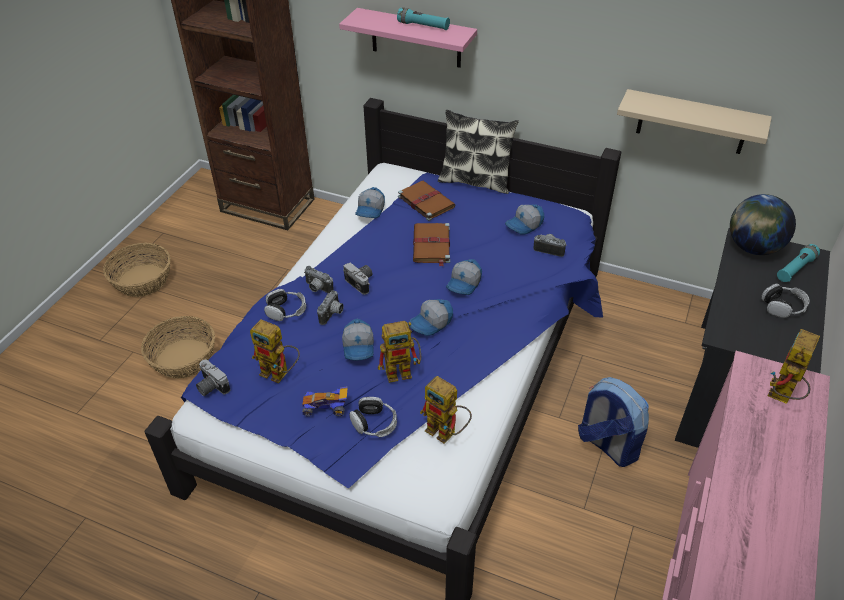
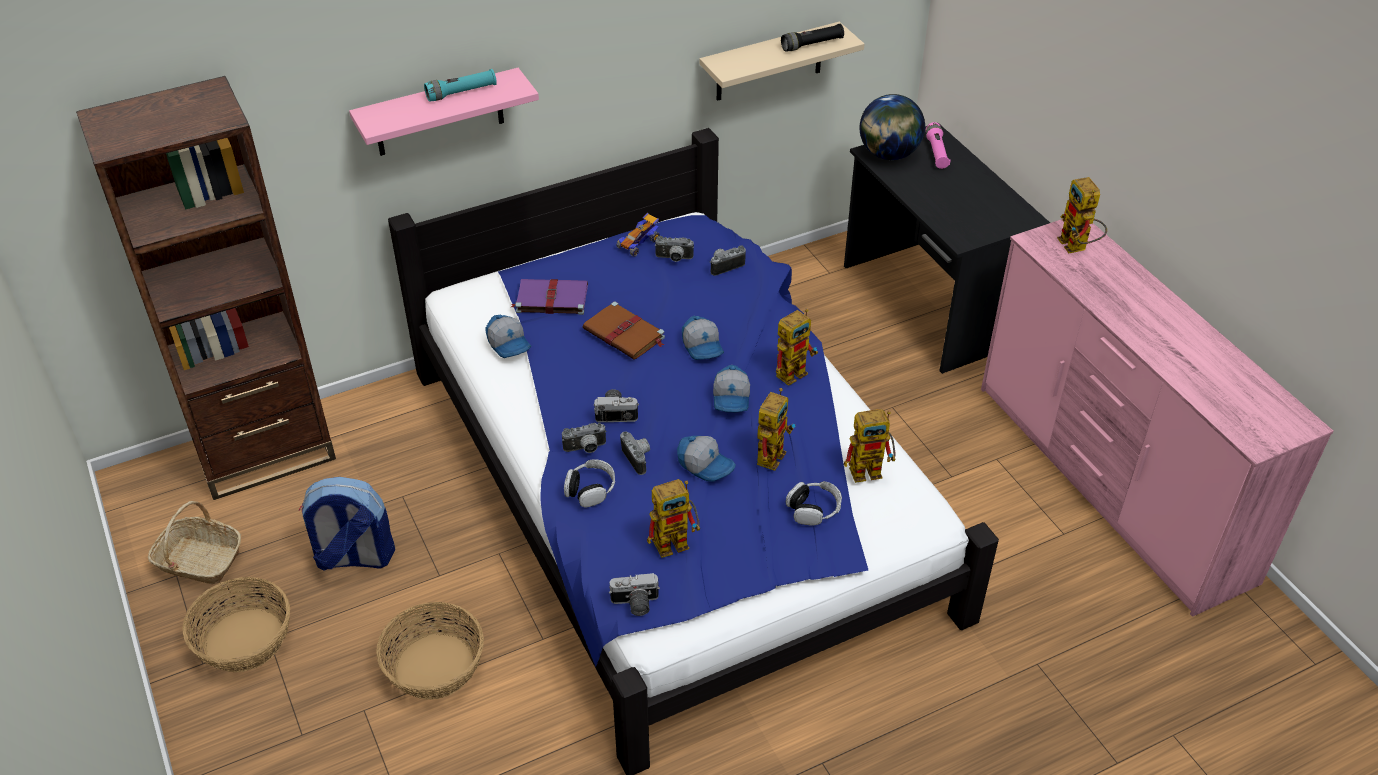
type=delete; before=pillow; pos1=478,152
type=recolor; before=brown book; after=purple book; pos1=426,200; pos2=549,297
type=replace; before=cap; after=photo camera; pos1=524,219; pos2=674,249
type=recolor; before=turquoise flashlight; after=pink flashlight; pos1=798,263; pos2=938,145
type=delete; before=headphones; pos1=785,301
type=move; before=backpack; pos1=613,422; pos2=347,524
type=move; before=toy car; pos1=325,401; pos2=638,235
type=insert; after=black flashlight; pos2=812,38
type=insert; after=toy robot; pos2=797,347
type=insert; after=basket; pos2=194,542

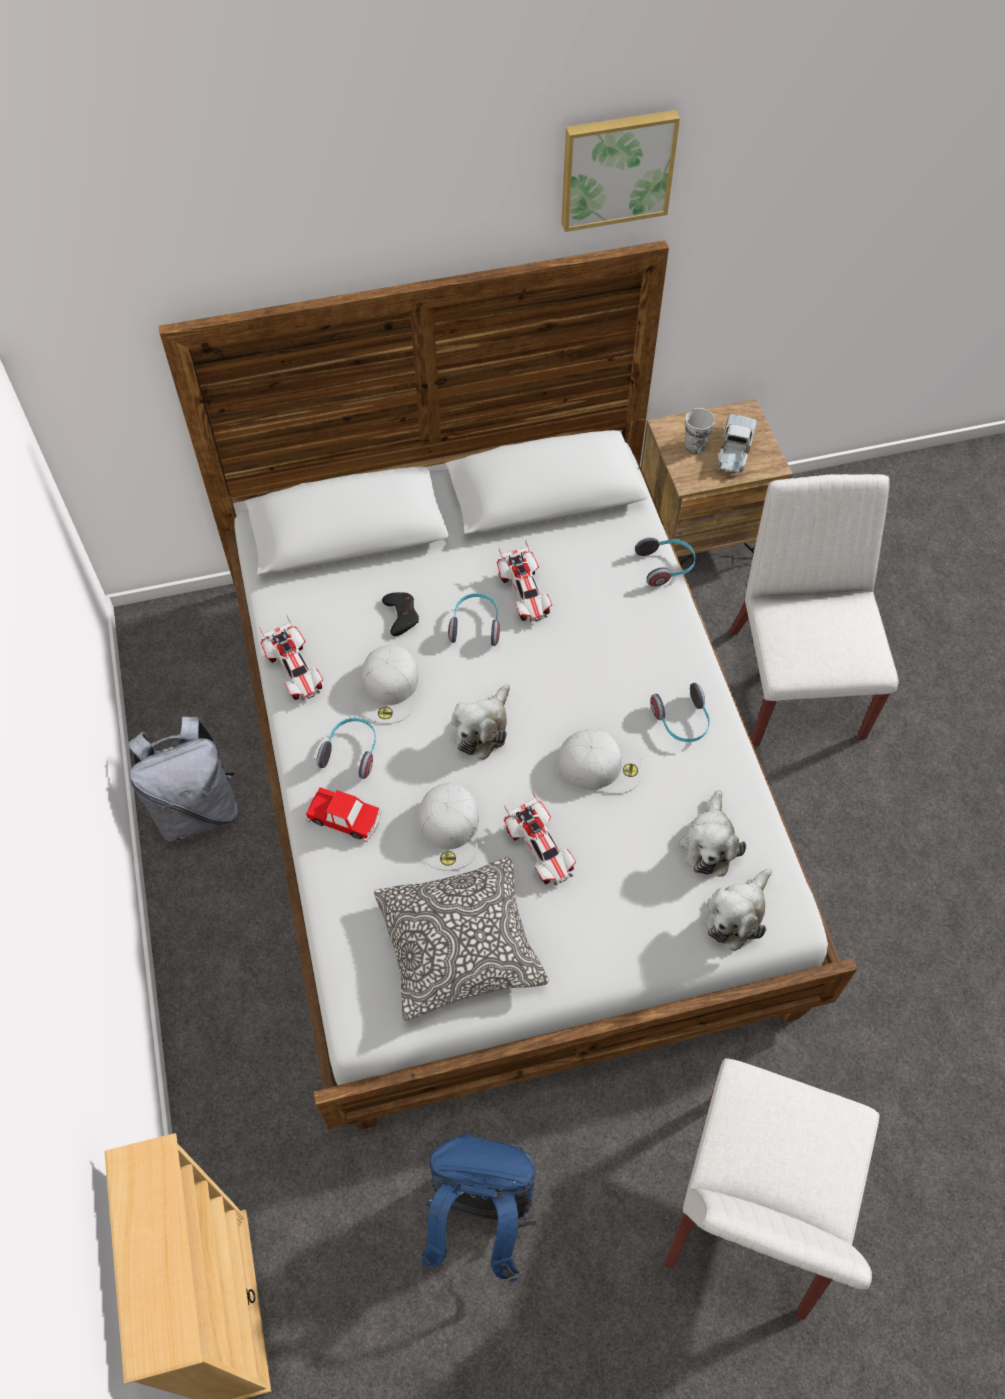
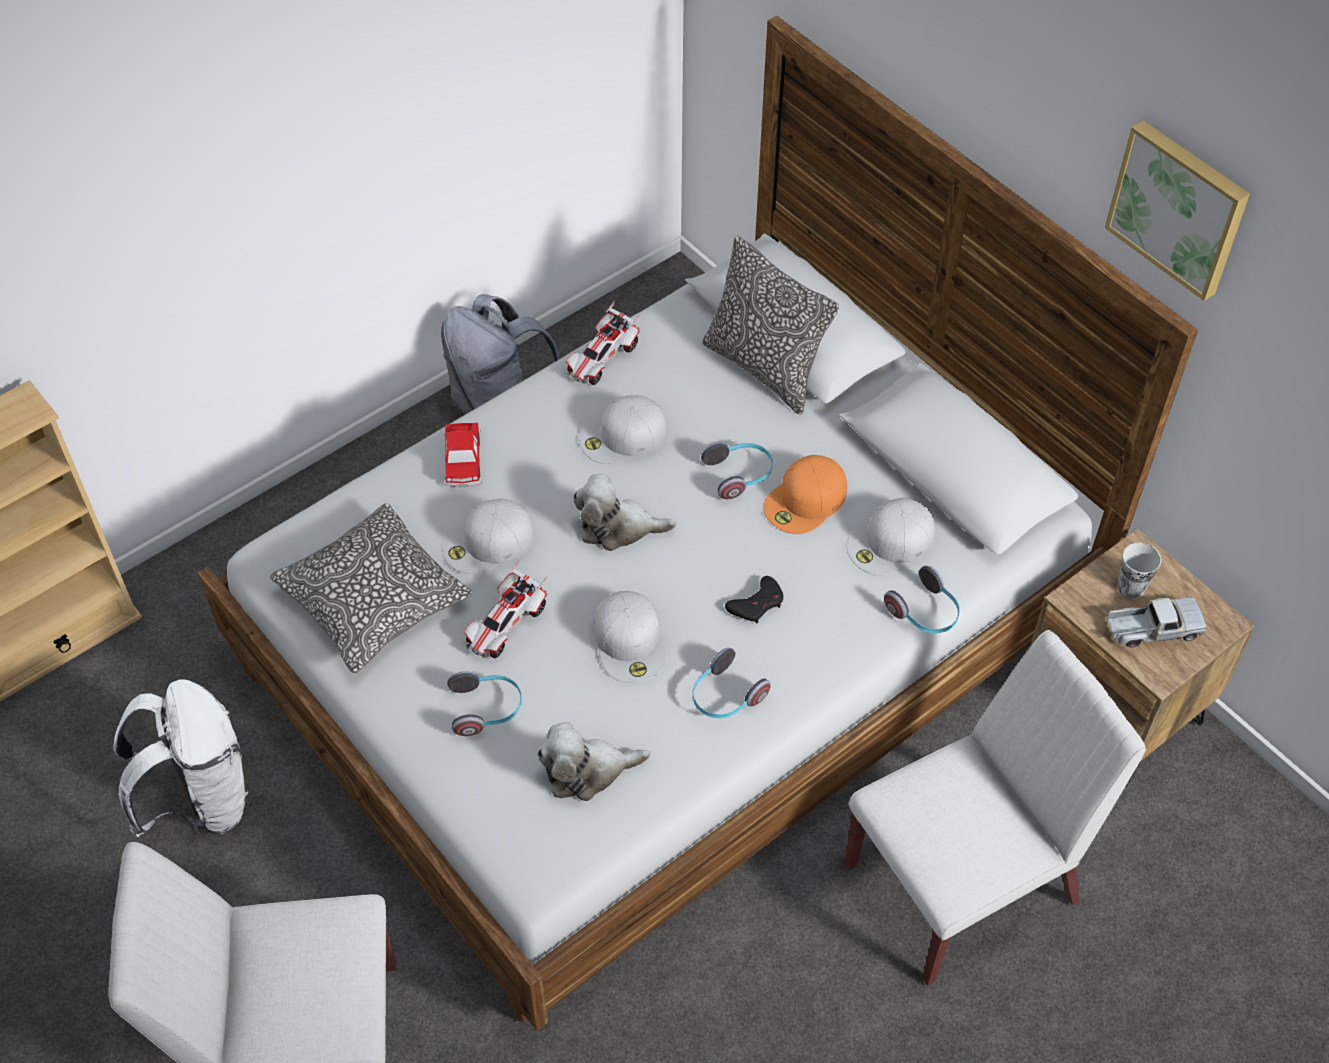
type=replace; before=toy car; after=orange cap; pos1=524,581; pos2=805,494
type=move; before=black game controller; pos1=400,614; pos2=754,600
type=move; before=headphones; pos1=346,748; pos2=484,703
type=delete; before=plush toy; pos1=739,910
type=recolor; before=blue backpack; after=white backpack; pos1=479,1208; pos2=180,758
type=insert; after=pillow; pos2=771,324
type=insert; after=white cap; pos2=891,537

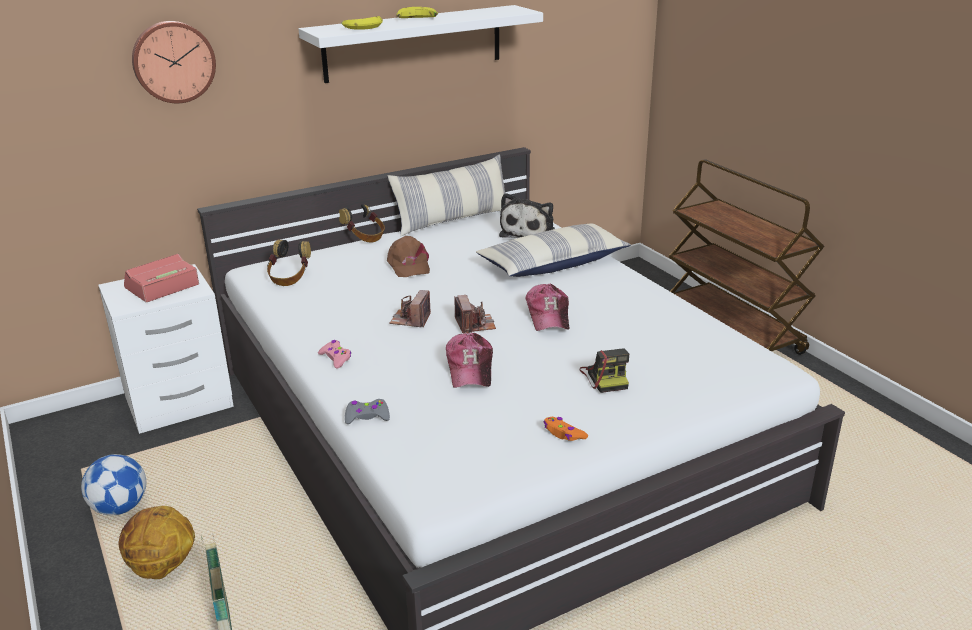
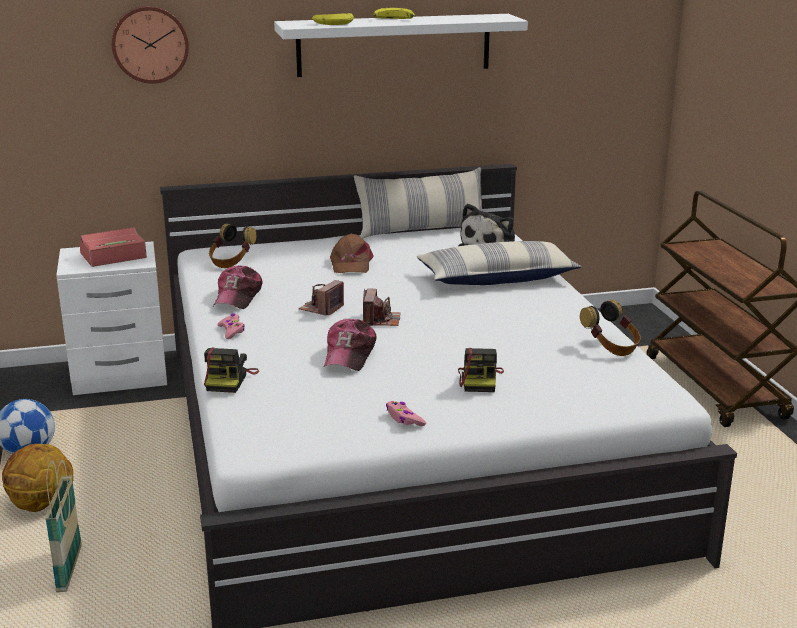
type=move; before=headphones; pos1=362,223; pos2=610,327
type=move; before=cap; pos1=547,307; pos2=237,287
type=replace; before=grey game controller; after=photo camera; pos1=367,411; pos2=231,370
type=recolor; before=orange game controller; after=pink game controller; pos1=565,429; pos2=406,413

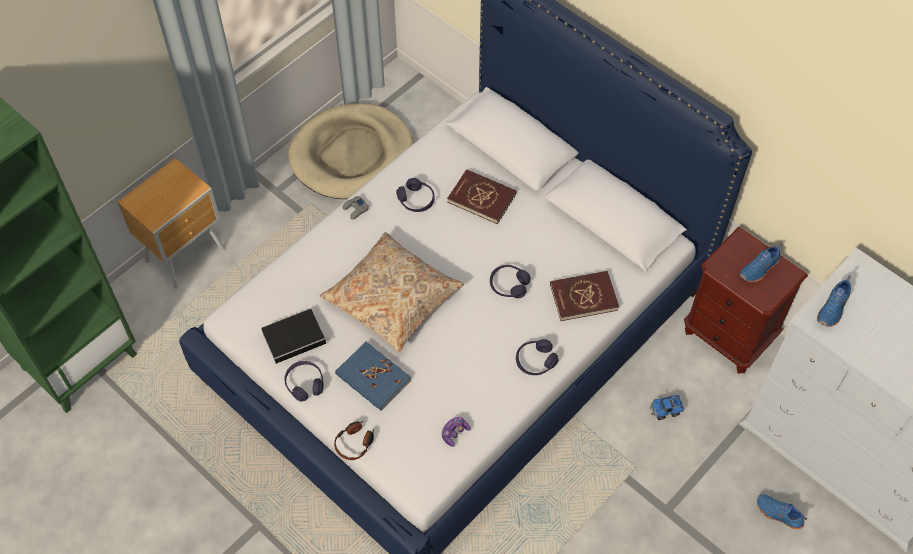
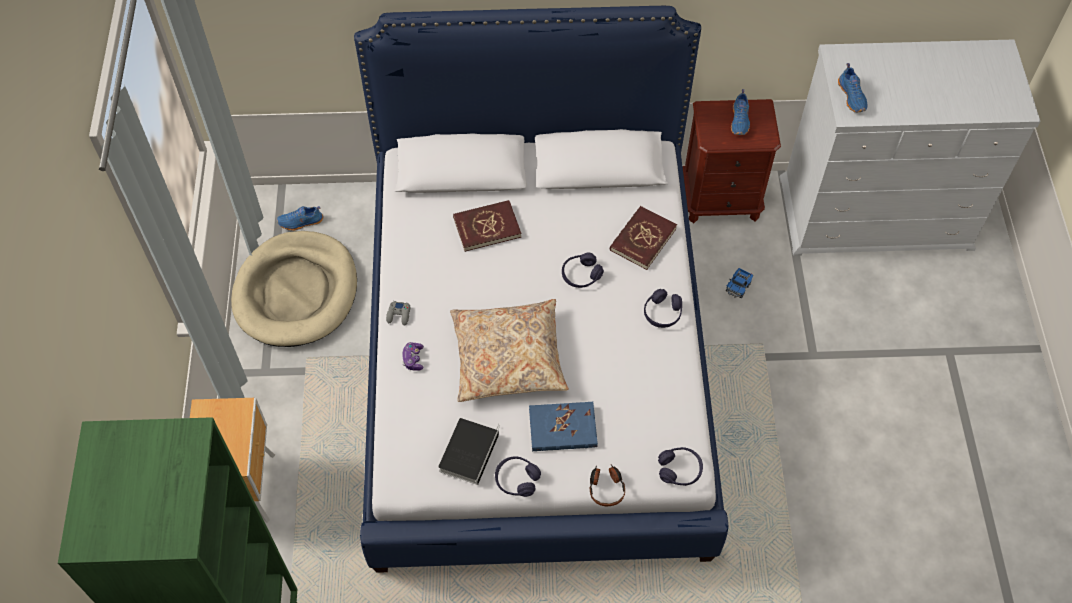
type=move; before=purple headphones; pos1=415,195; pos2=680,466
type=move; before=game controller; pos1=456,432; pos2=413,356
type=move; before=blue shoe; pos1=782,511; pos2=300,218

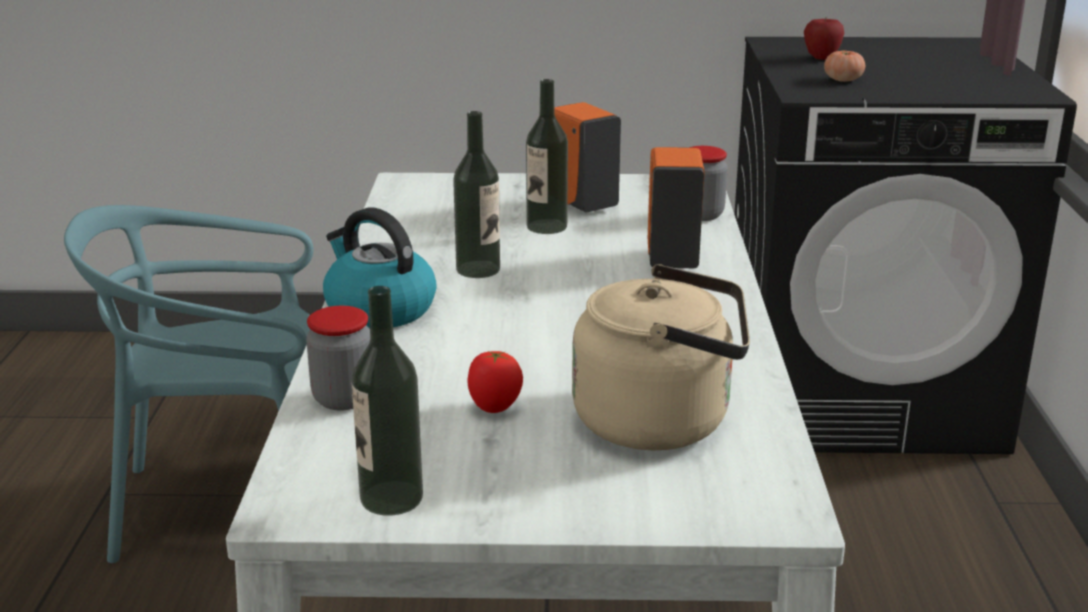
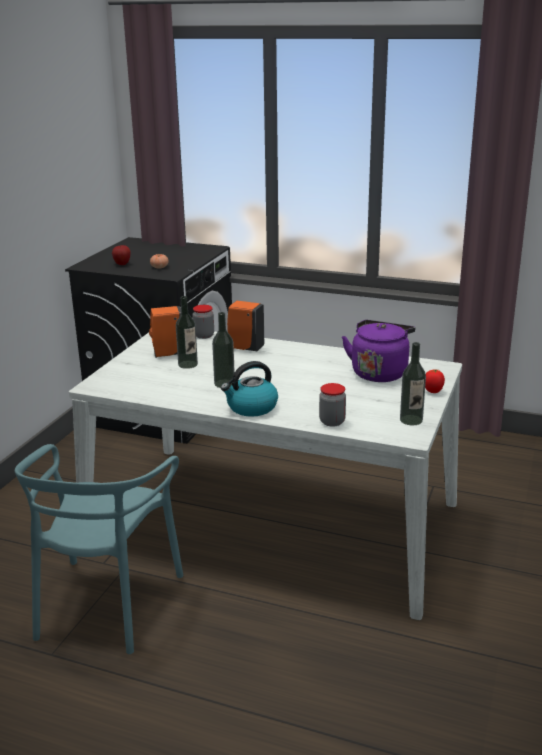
type=recolor; before=beige kettle; after=purple kettle; pos1=661,357; pos2=378,351
type=move; before=tomato; pos1=495,382; pos2=435,381

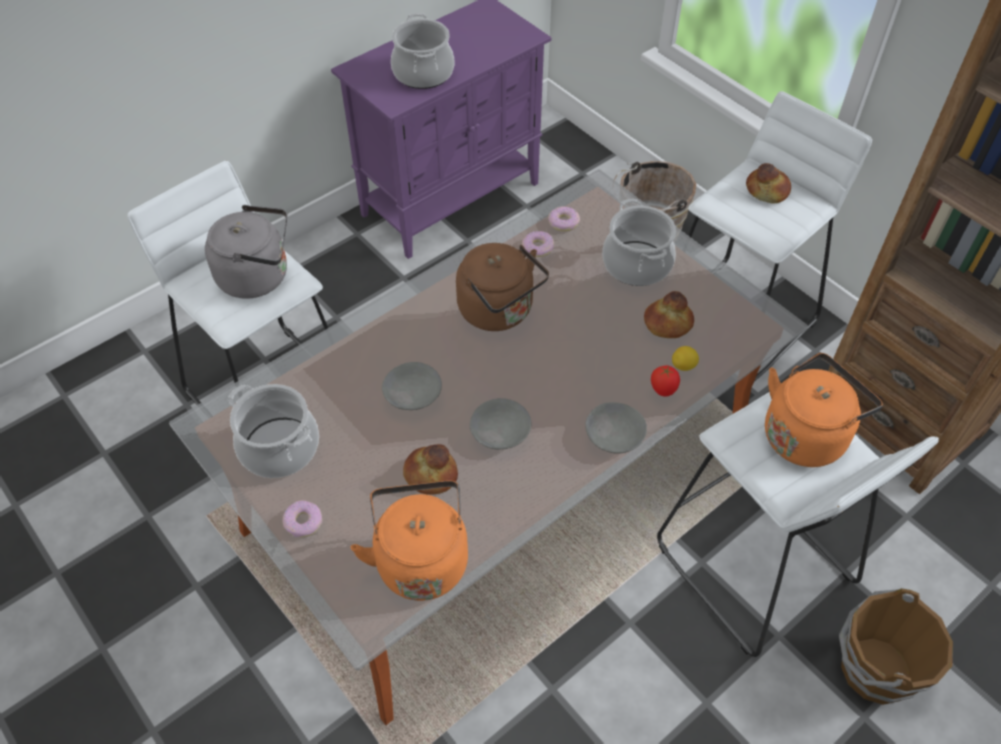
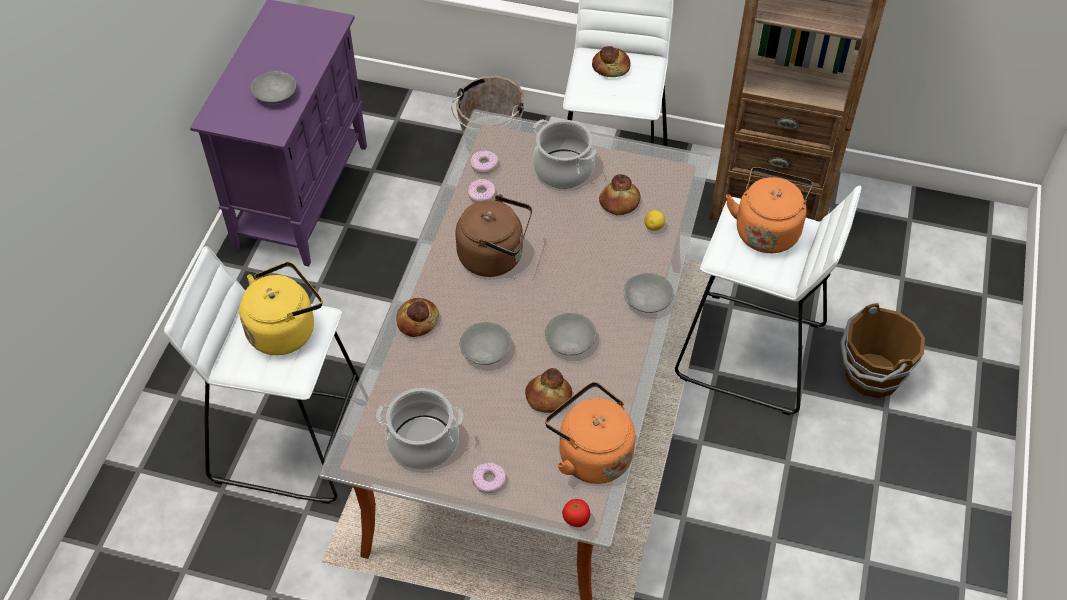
type=replace; before=cooking pot; after=grey bowl; pos1=422,51; pos2=273,87
type=recolor; before=grey kettle; after=yellow kettle; pos1=246,252; pos2=280,308
type=move; before=tomato; pos1=665,381; pos2=576,513
type=insert; after=bread; pos2=417,317

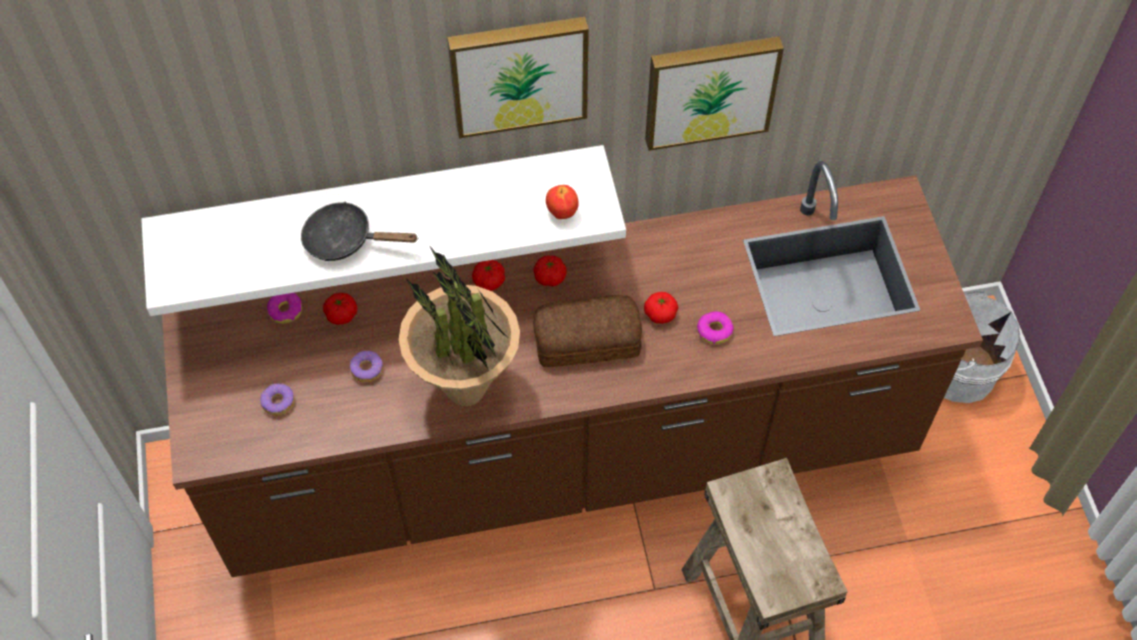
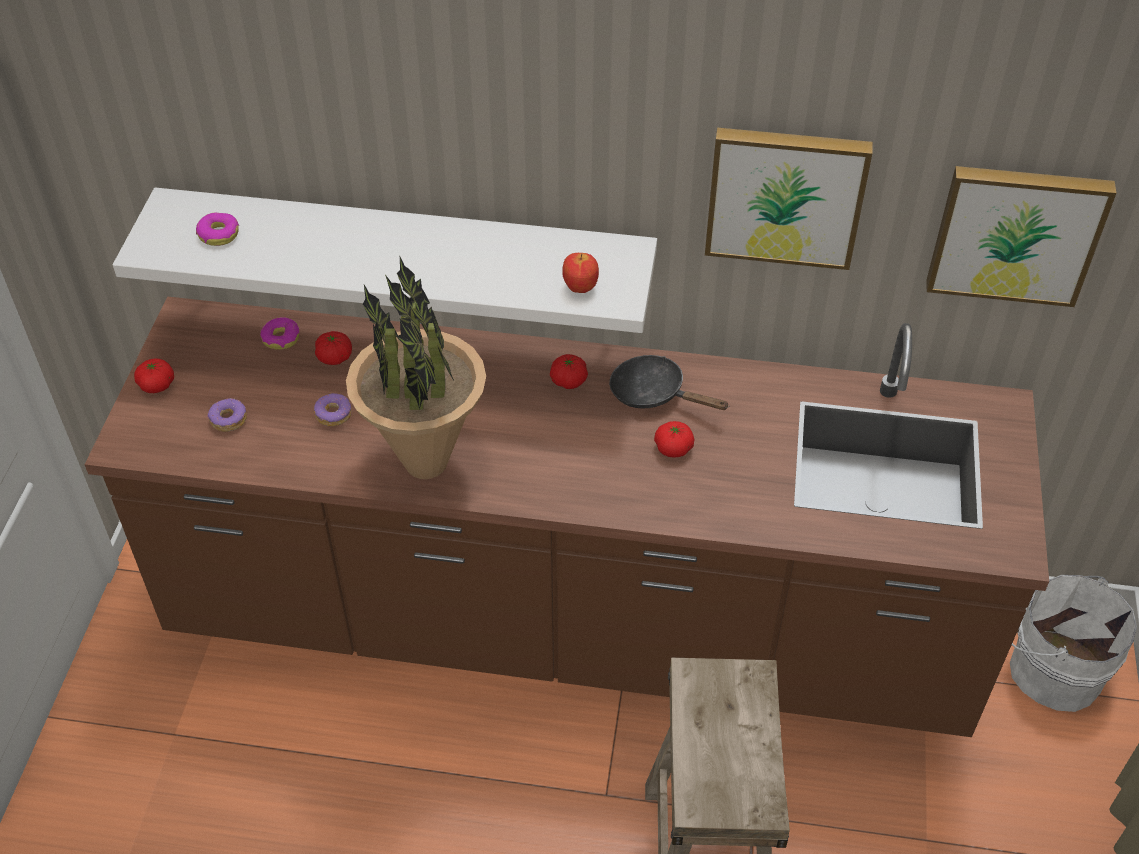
type=move; before=picture; pos1=518,78; pos2=1021,236
type=move; before=black frying pan; pos1=359,231; pos2=669,382
type=move; before=tomato; pos1=488,275; pos2=154,376
type=delete; before=bread; pos1=587,331
type=move; before=donut; pos1=715,327; pos2=217,229

